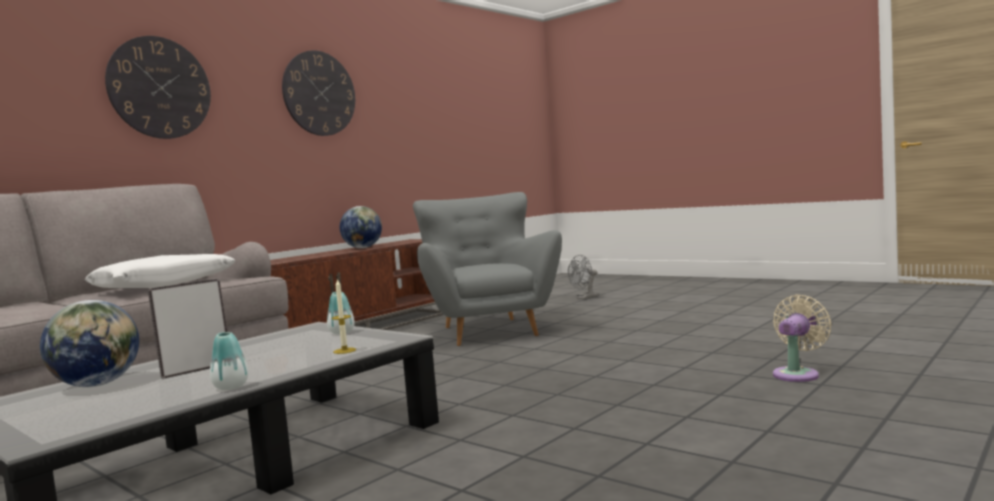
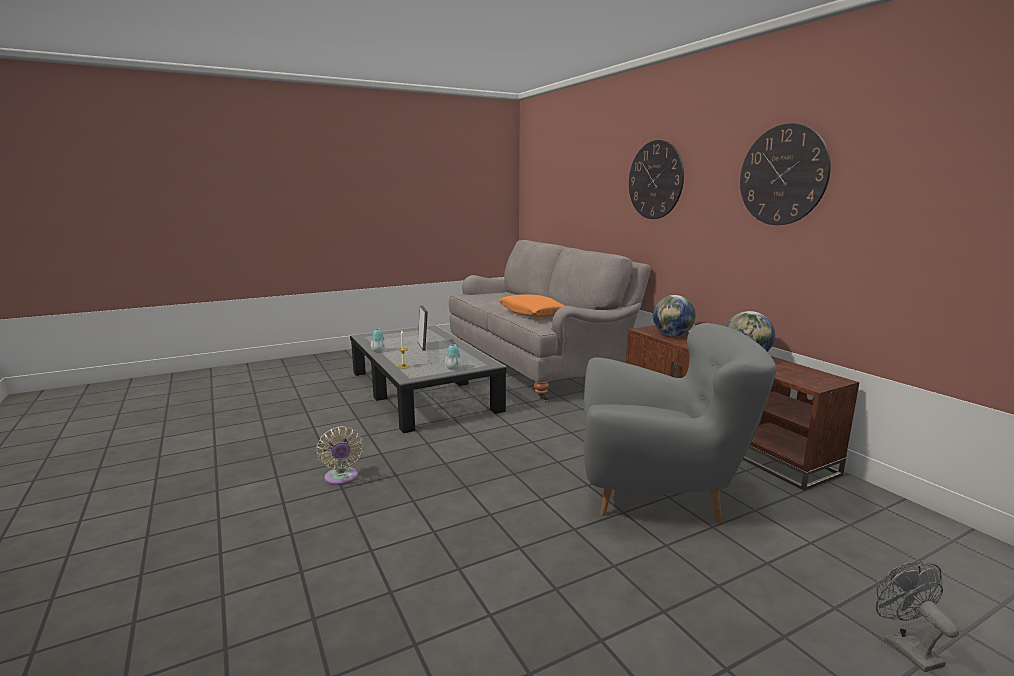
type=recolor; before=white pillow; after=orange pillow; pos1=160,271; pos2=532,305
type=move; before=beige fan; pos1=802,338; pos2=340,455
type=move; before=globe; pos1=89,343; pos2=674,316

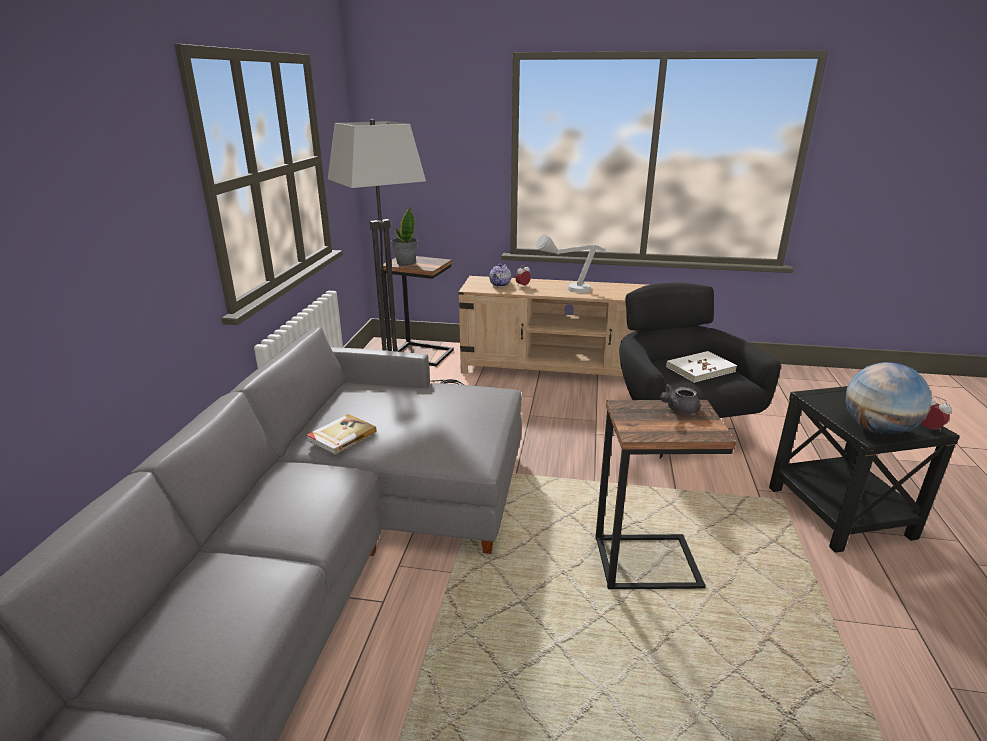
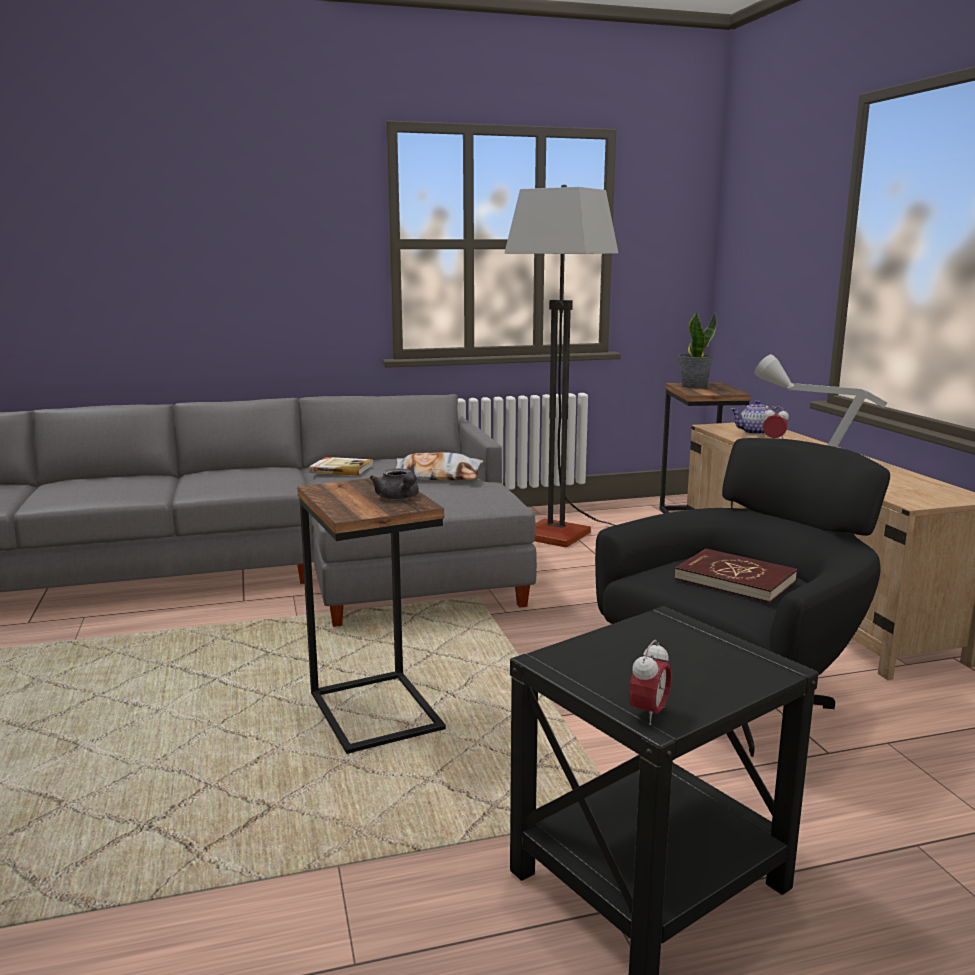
type=recolor; before=white book; after=red book; pos1=701,367; pos2=736,576
type=delete; before=globe; pos1=888,398
type=rotate; before=grey teapot; pos1=680,399; pos2=394,484; turn=-150
type=insert; after=pillow; pos2=439,466

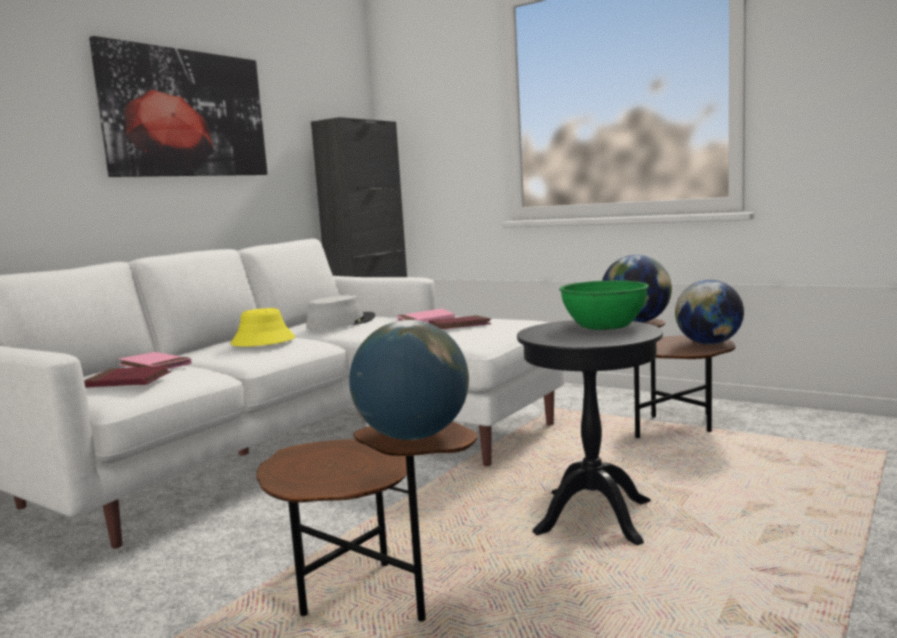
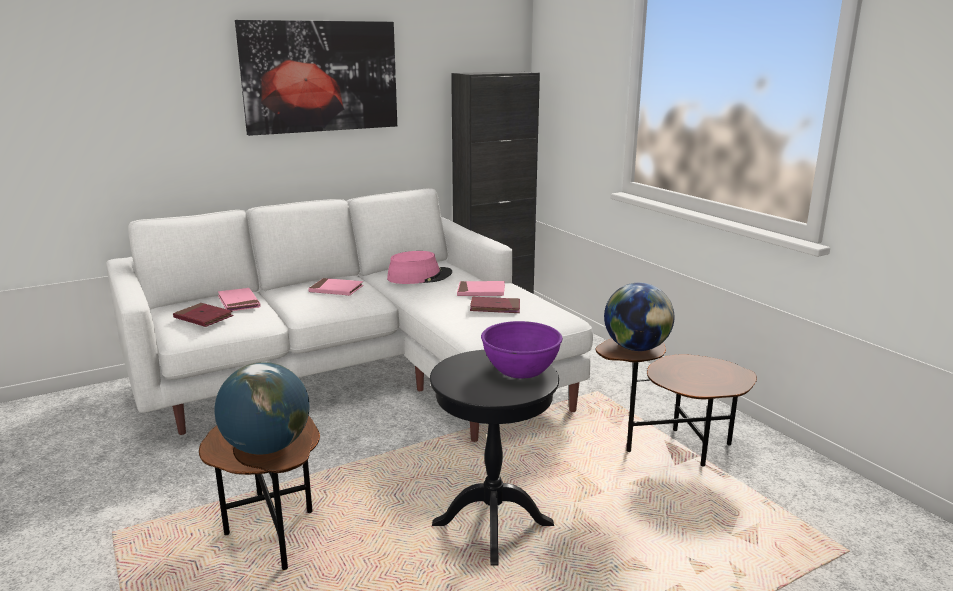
type=delete; before=globe; pos1=709,312
type=recolor; before=green bowl; after=purple bowl; pos1=604,305; pos2=521,350
type=recolor; before=grey hat; after=pink hat; pos1=340,312; pos2=419,267
type=replace; before=yellow hat; after=pink book; pos1=262,327; pos2=336,287

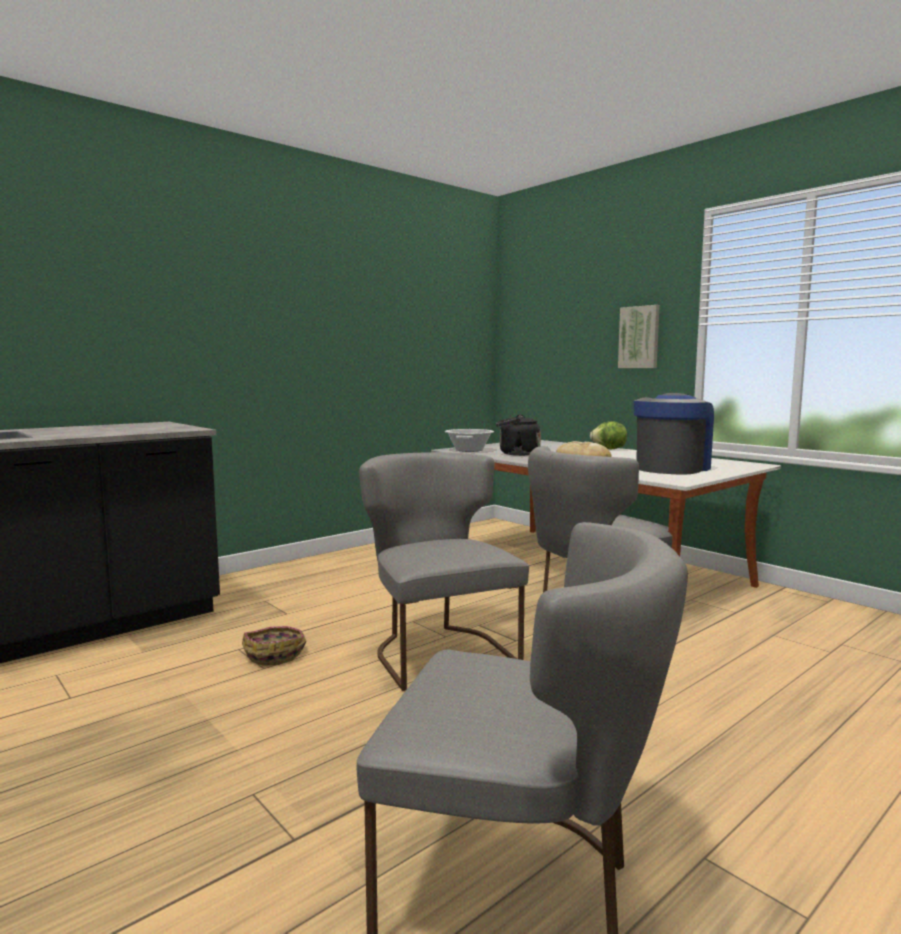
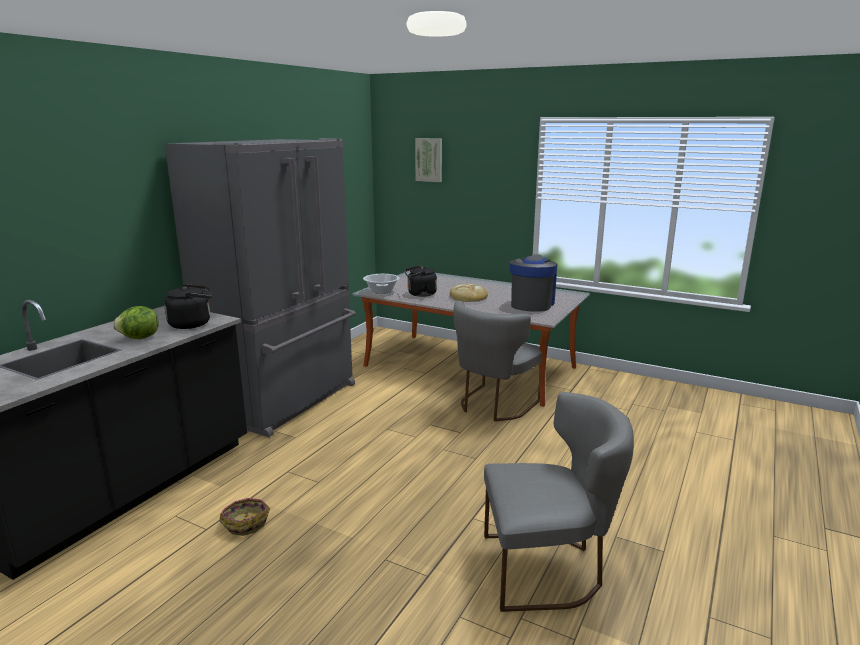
type=move; before=picture; pos1=639,336; pos2=428,160
type=move; before=lettuce; pos1=608,435; pos2=136,322
type=delete; before=grey chair; pos1=444,571
type=move; before=basket; pos1=274,646; pos2=244,517
type=insert; after=grey fridge; pos2=260,287
type=insert; after=black kettle; pos2=188,306

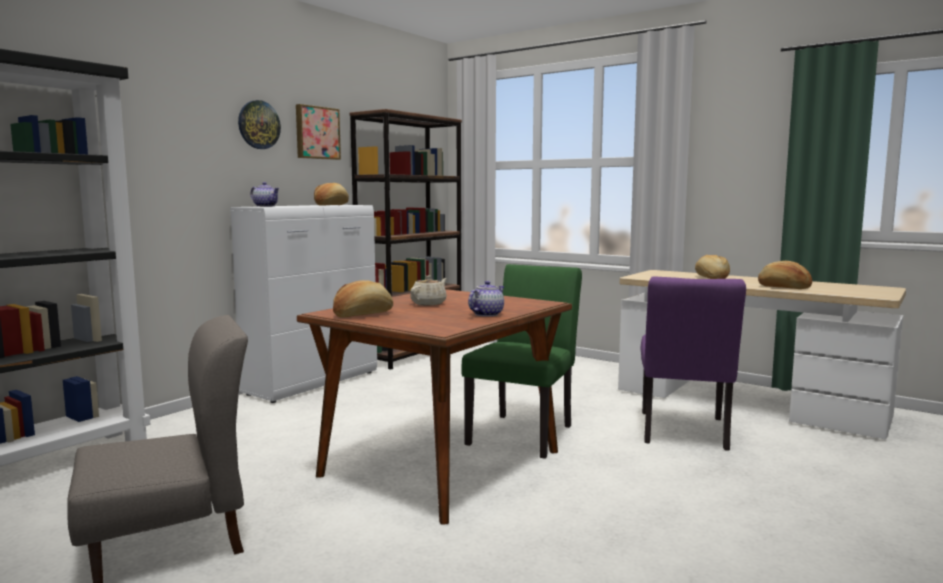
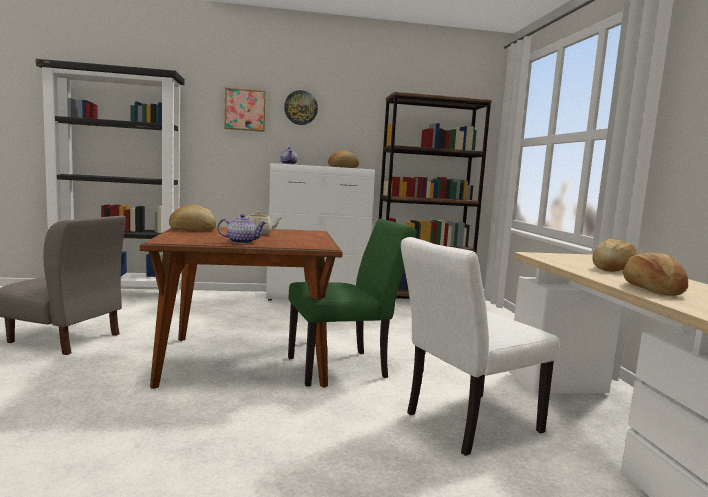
type=move; before=picture; pos1=318,132; pos2=245,110
type=recolor; before=purple chair; after=white chair; pos1=693,363; pos2=480,346

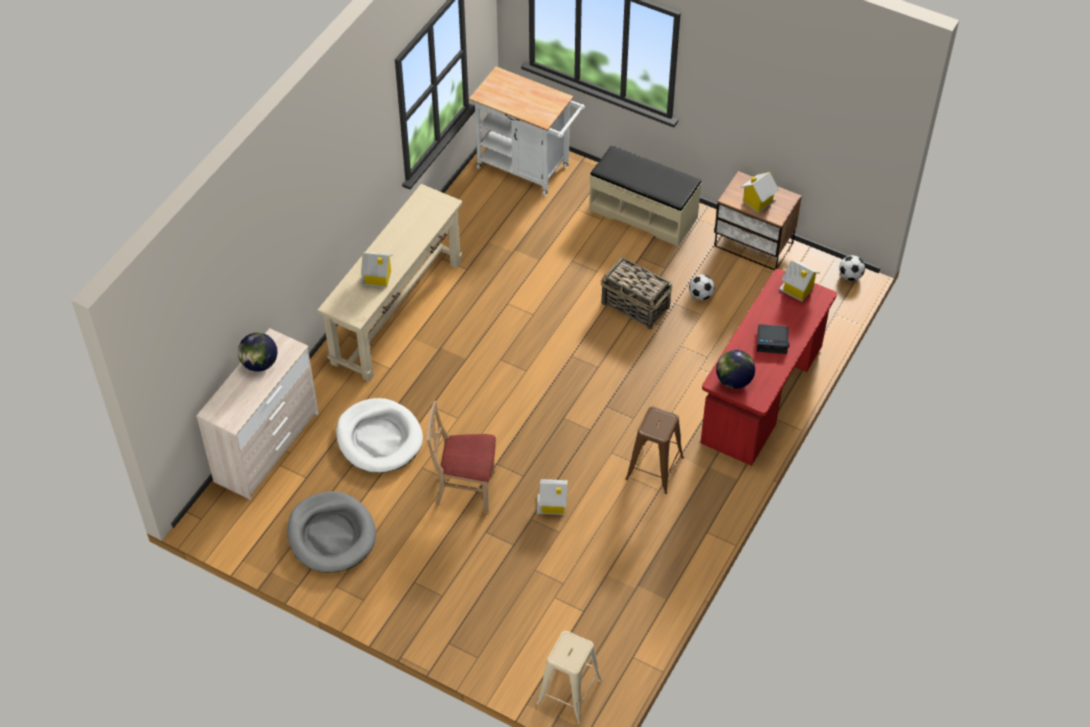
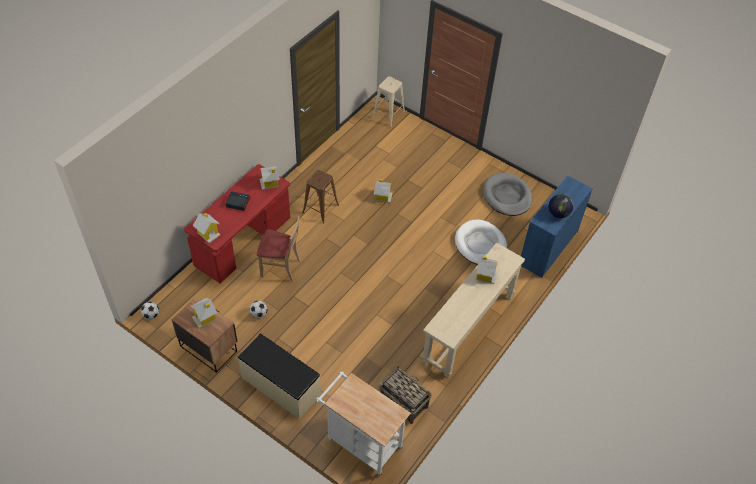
type=move; before=basket; pos1=637,293; pos2=405,395
type=recolor; before=beige dresser; after=blue dresser; pos1=257,414; pos2=557,227
type=replace; before=globe; after=toy house; pos1=735,369; pos2=270,178
type=move; before=beige chair; pos1=461,457; pos2=278,249

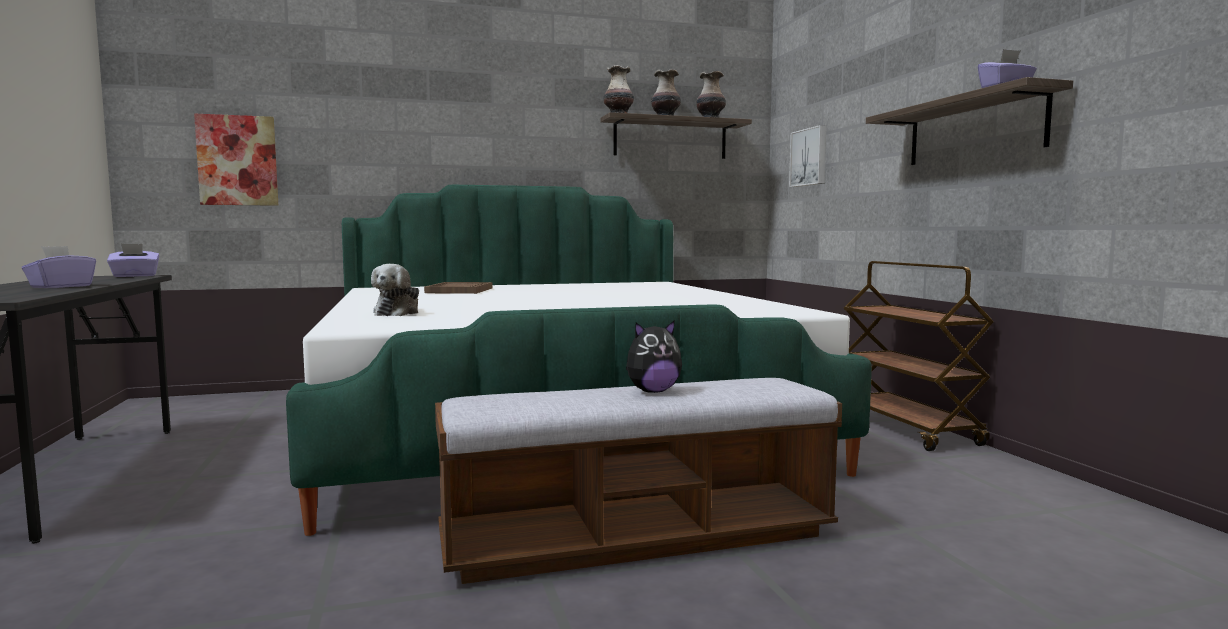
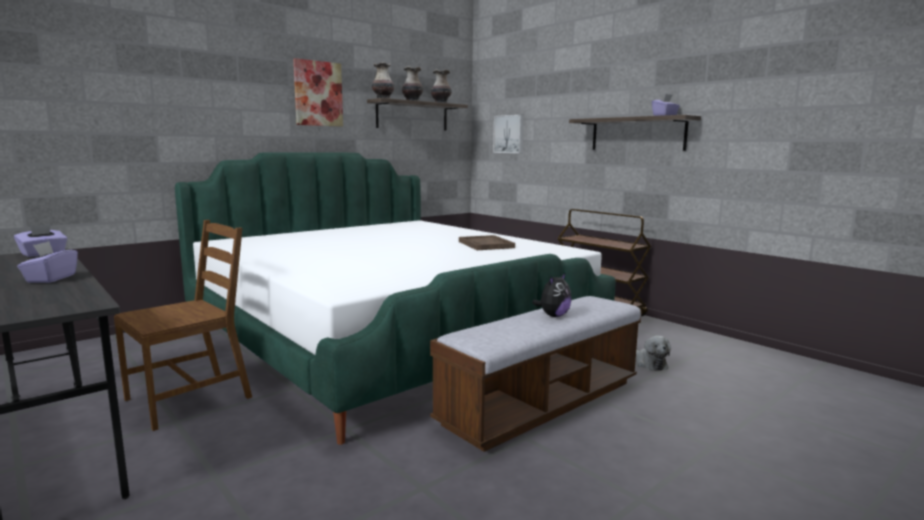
type=move; before=picture; pos1=236,160; pos2=318,92
type=move; before=plush toy; pos1=395,290; pos2=653,353
type=move; before=brown tray; pos1=458,288; pos2=487,242
type=insert; after=brown chair; pos2=183,325

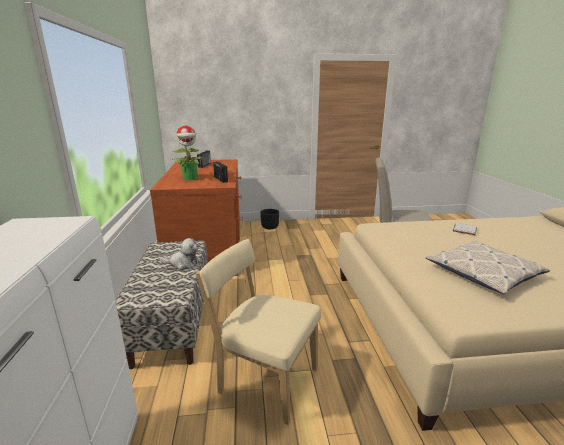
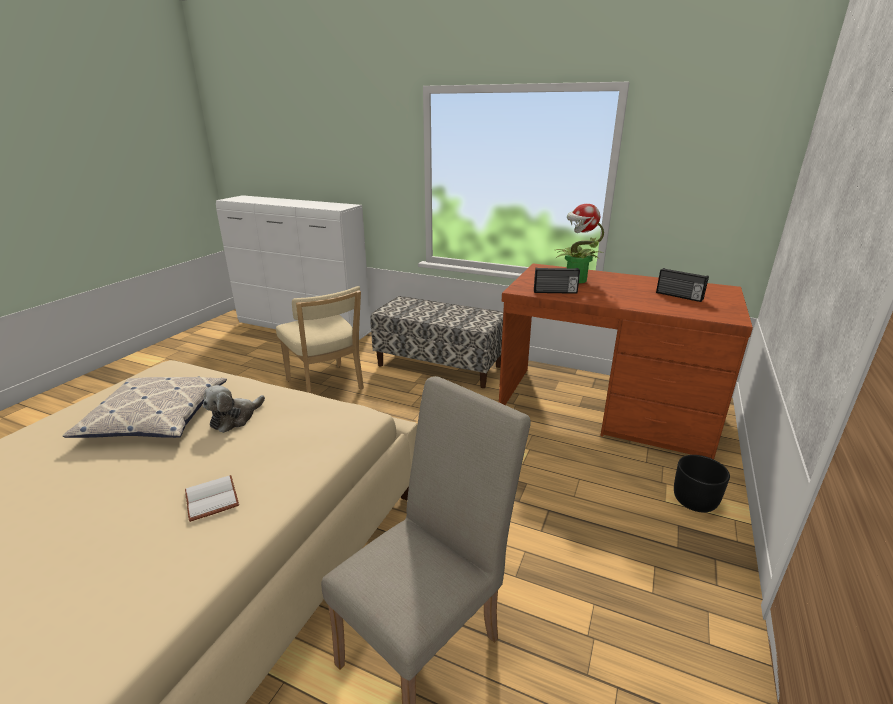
type=move; before=plush toy; pos1=179,253; pos2=234,409
type=rotate; before=beige chair; pos1=258,332; pos2=320,339; turn=90

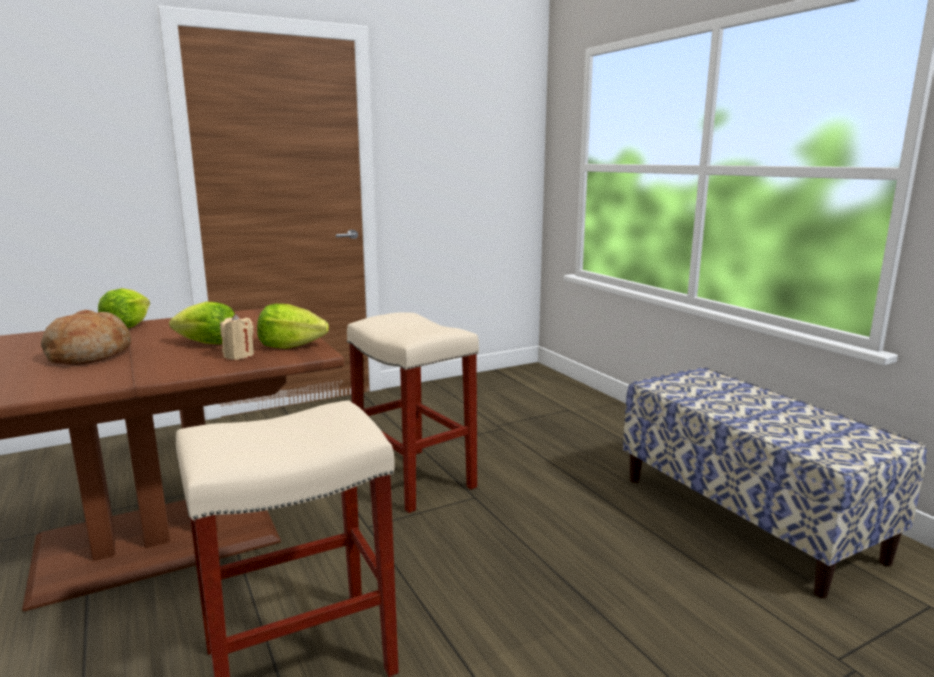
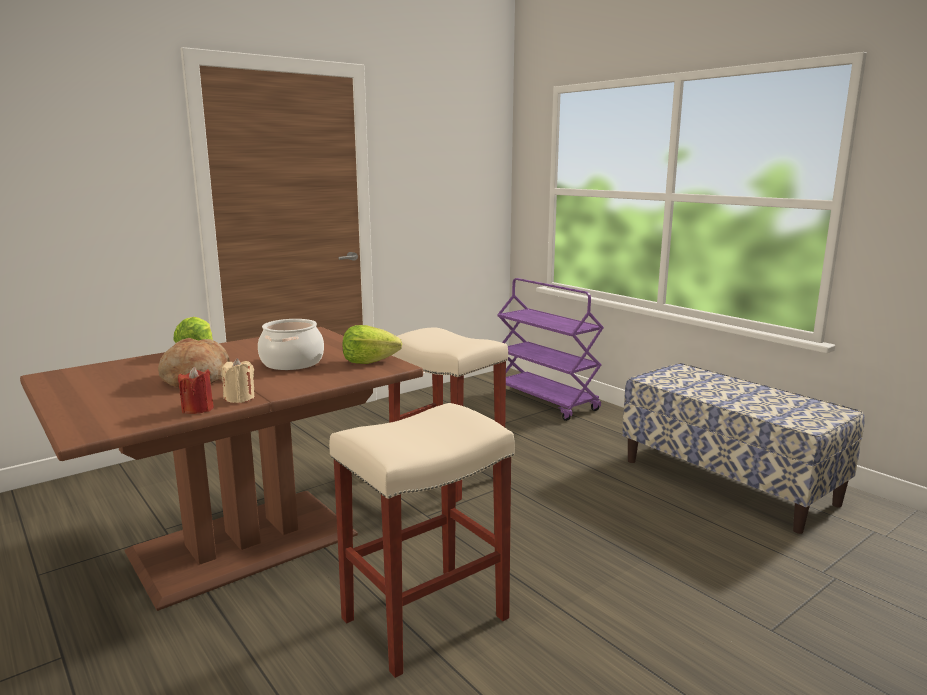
type=replace; before=lettuce; after=cooking pot; pos1=202,323; pos2=291,344
type=move; before=beige candle; pos1=237,337; pos2=238,380
type=insert; after=purple cart; pos2=550,349
type=insert; after=red candle; pos2=196,390

